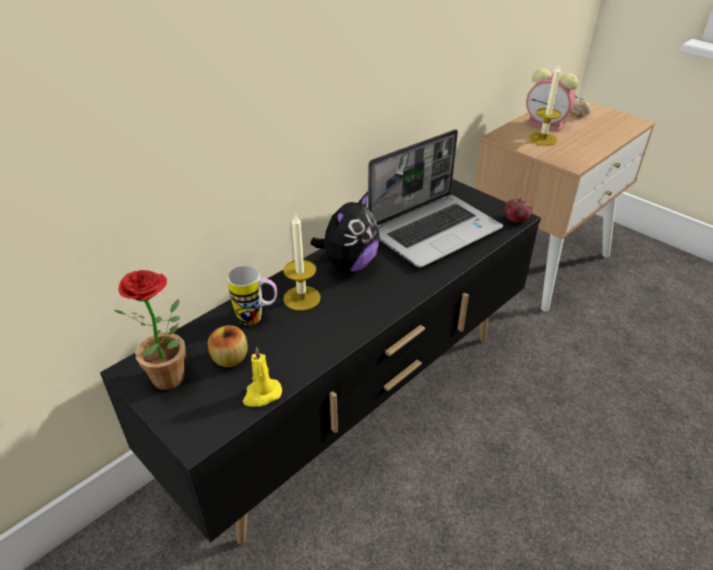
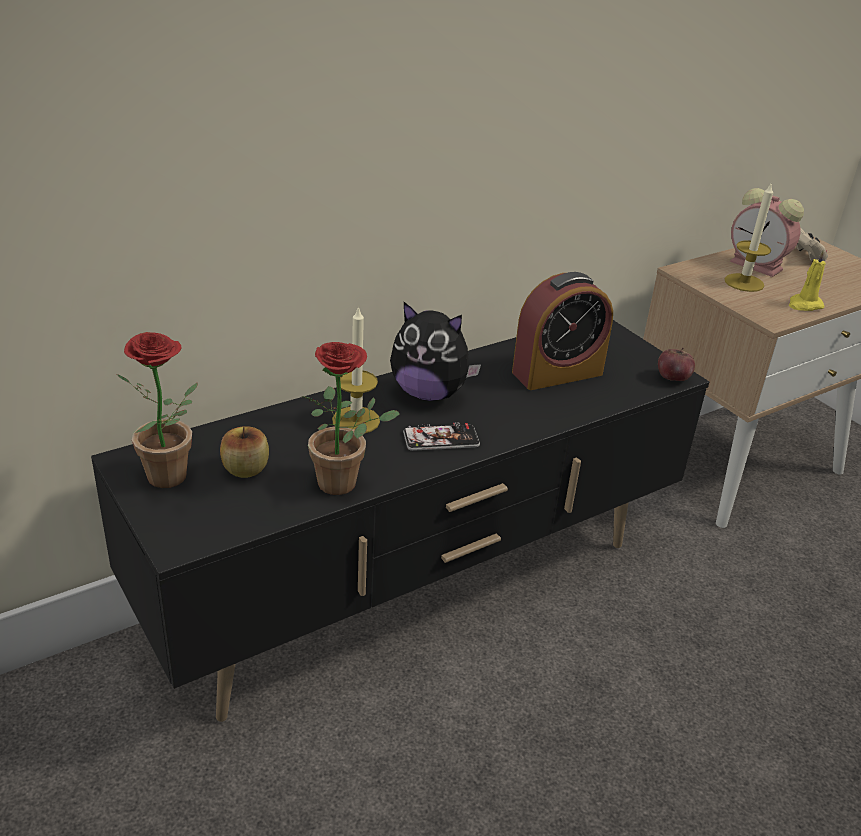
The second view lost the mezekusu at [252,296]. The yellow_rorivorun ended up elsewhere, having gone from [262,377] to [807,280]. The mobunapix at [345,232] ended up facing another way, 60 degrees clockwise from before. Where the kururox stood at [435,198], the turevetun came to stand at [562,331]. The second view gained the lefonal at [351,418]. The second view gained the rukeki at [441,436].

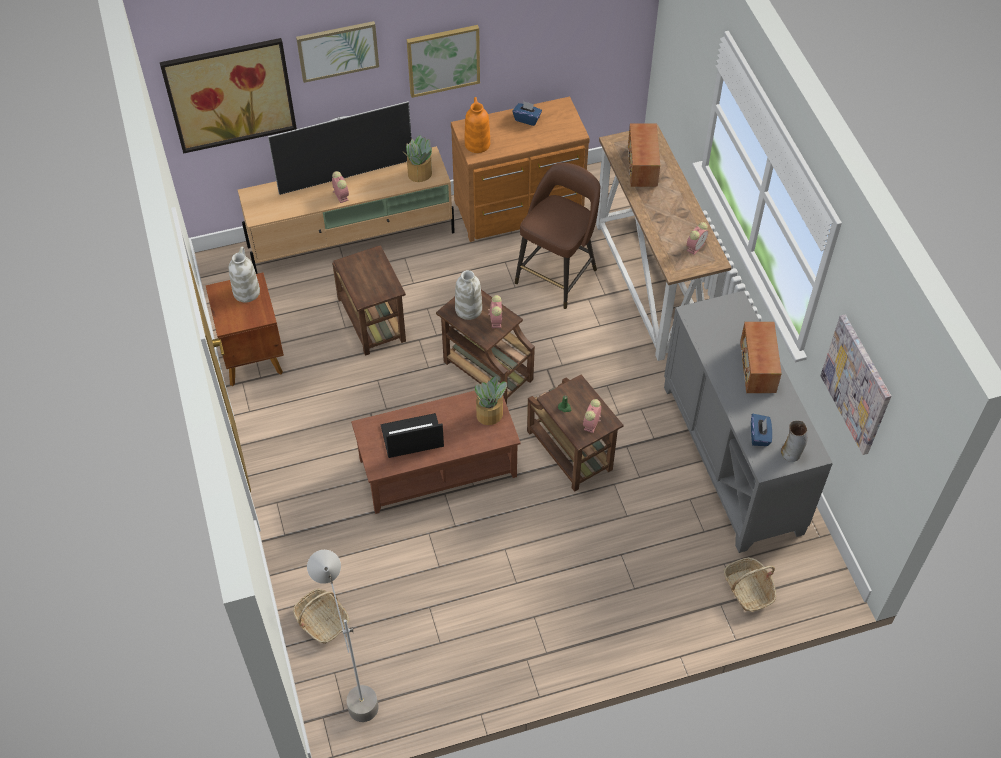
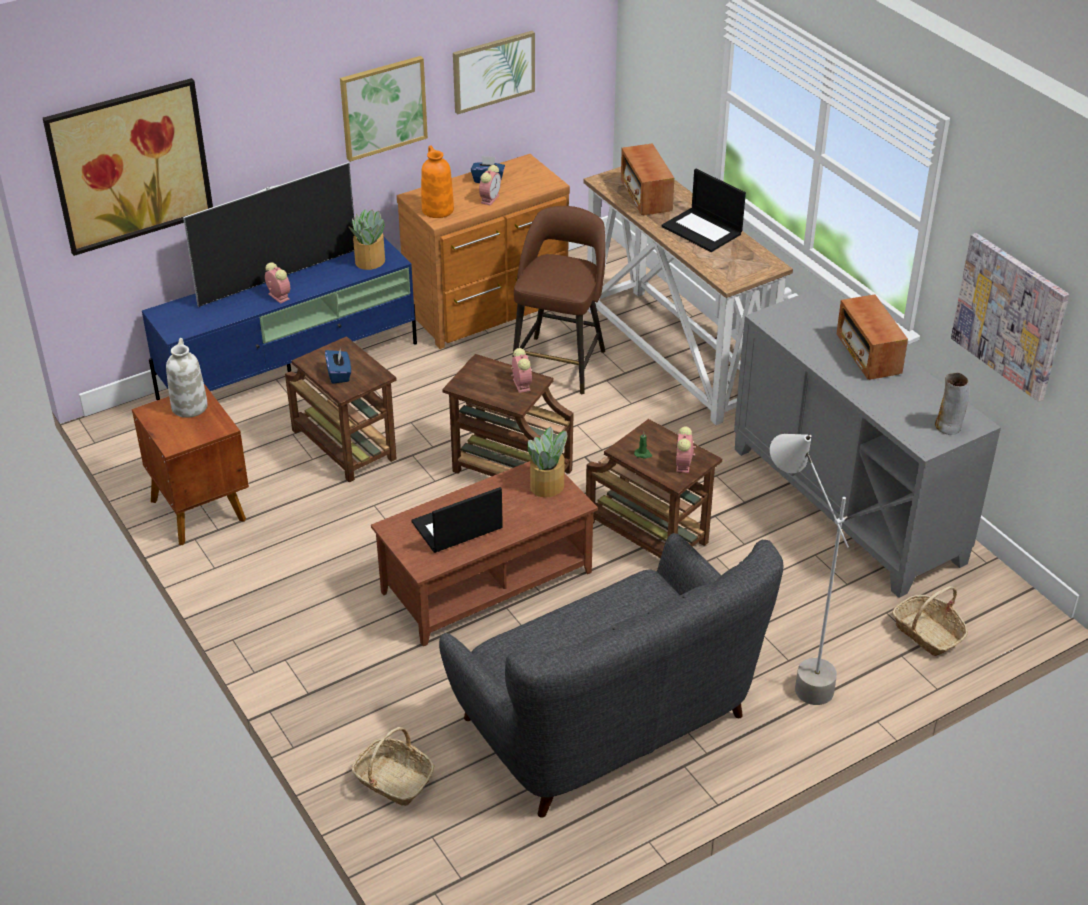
What was the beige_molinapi at [346,210] turned into the blue_molinapi at [279,318]. The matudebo ended up elsewhere, having gone from [337,52] to [494,72]. The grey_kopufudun ended up elsewhere, having gone from [343,636] to [811,569]. The second view lost the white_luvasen at [468,295]. The turevetun ended up elsewhere, having gone from [697,238] to [490,185]. The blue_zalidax ended up elsewhere, having gone from [761,430] to [338,366]. The second view gained the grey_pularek at [611,675]. The second view gained the kururox at [704,210].

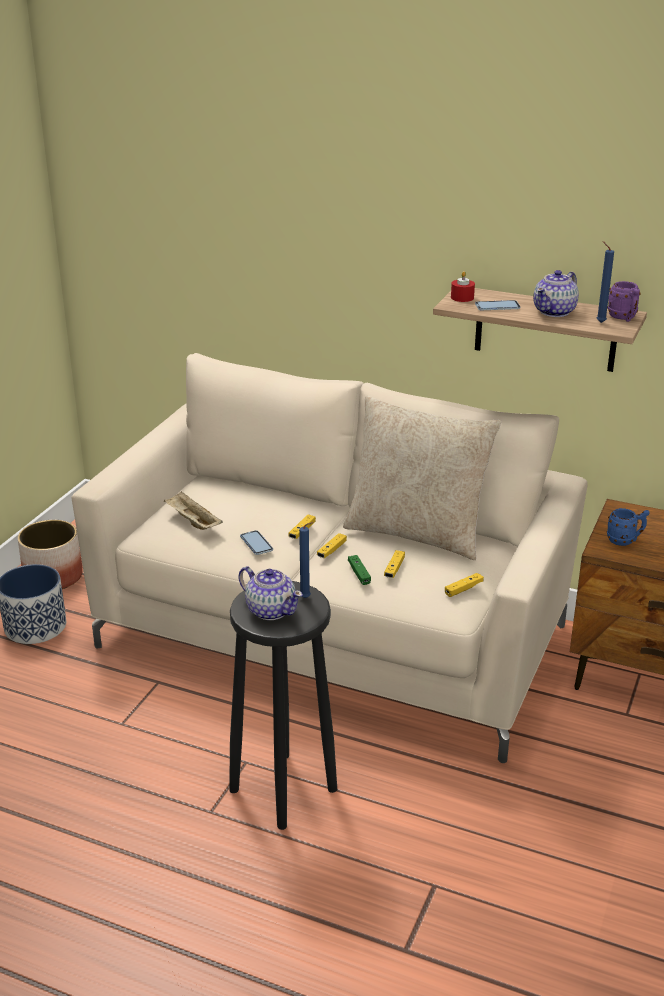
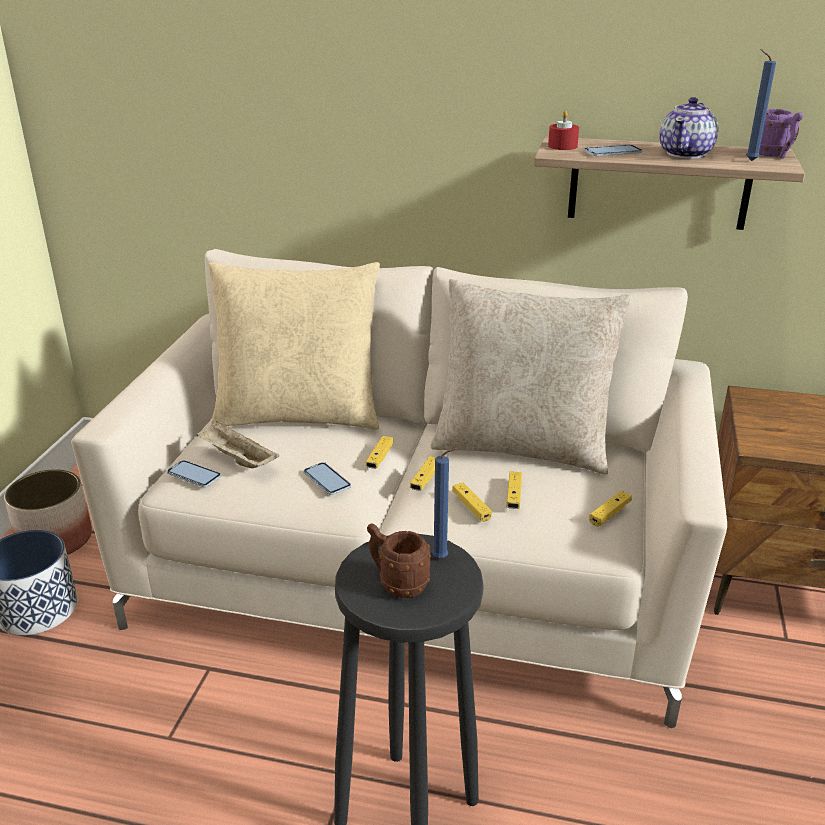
Where the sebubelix stood at [270,593], the brown_mezekusu came to stand at [399,560]. What was the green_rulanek at [359,570] turned into the yellow_rulanek at [472,502]. The second view lost the blue_mezekusu at [628,527]. The second view gained the rukeki at [194,473]. The second view gained the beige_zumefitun at [294,346].

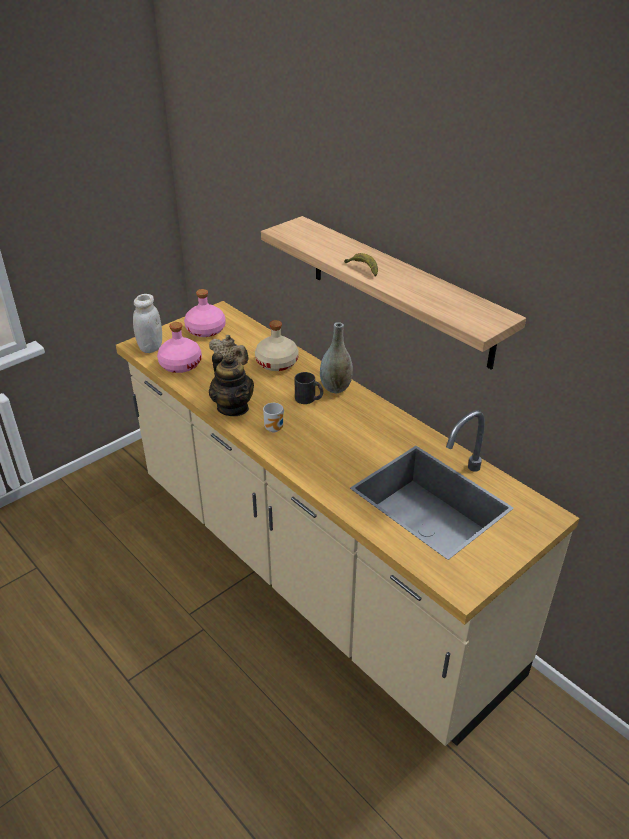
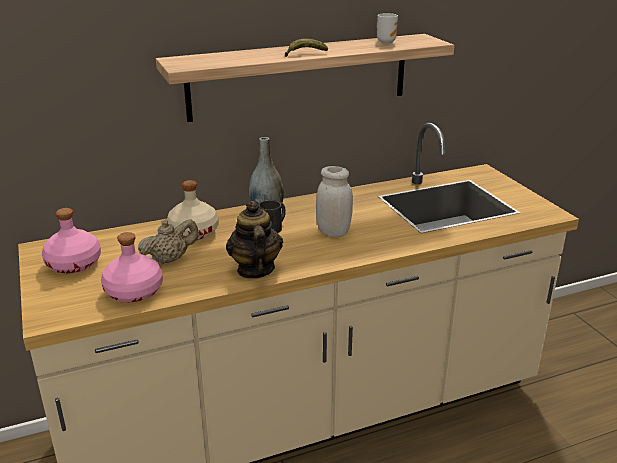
The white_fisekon ended up elsewhere, having gone from [147,323] to [334,201]. The sebubelix at [231,384] ended up facing another way, 90 degrees counterclockwise from before. The mezekusu ended up elsewhere, having gone from [273,417] to [387,28].

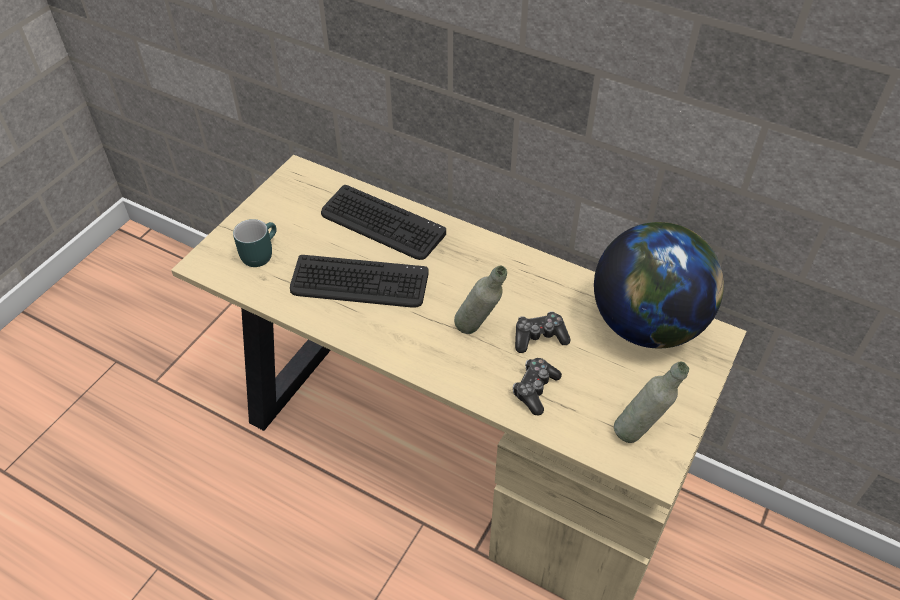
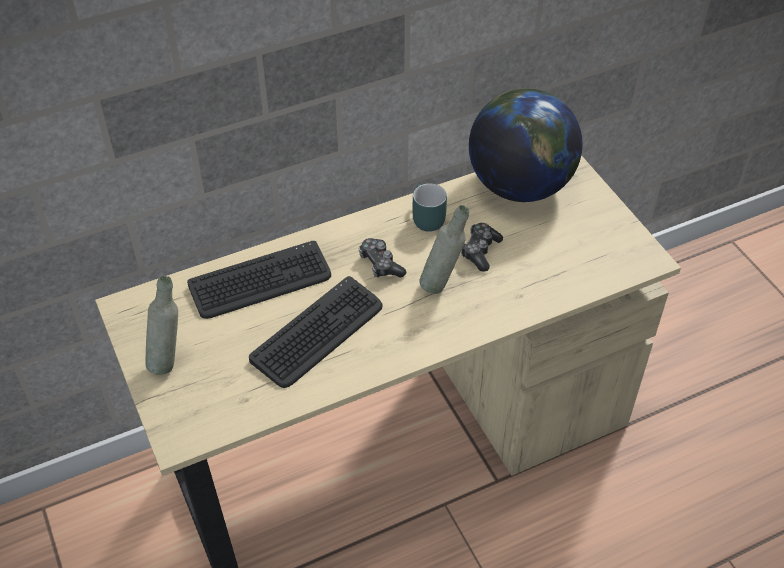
The turquoise_mezekusu ended up elsewhere, having gone from [254,243] to [430,207]. The rulanek ended up elsewhere, having gone from [537,386] to [383,258]. The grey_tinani ended up elsewhere, having gone from [651,402] to [161,325].

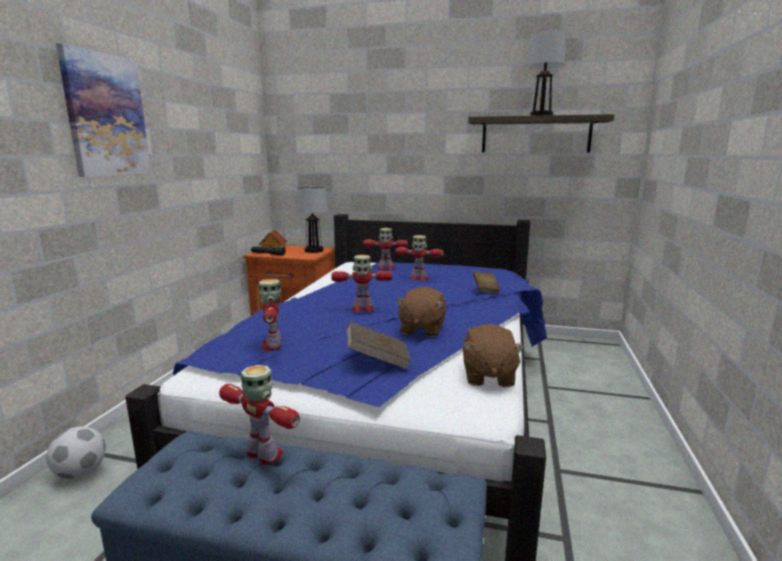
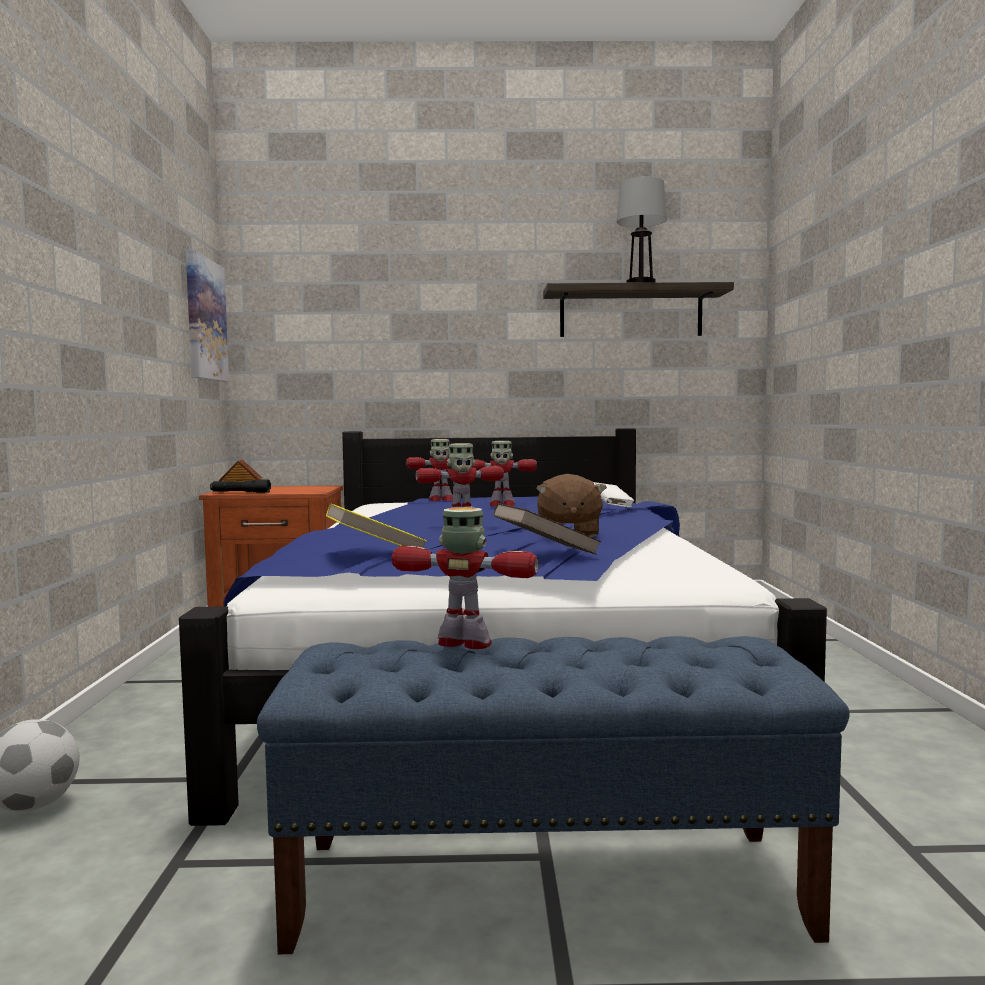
The matudebo ended up elsewhere, having gone from [103,110] to [207,315]. Where the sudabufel stood at [270,315], the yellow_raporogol came to stand at [376,525]. The second view lost the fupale at [312,220]. The second view lost the brown_mobunapix at [493,355]. What was the brown_raporogol at [486,283] turned into the white_raporogol at [614,495].

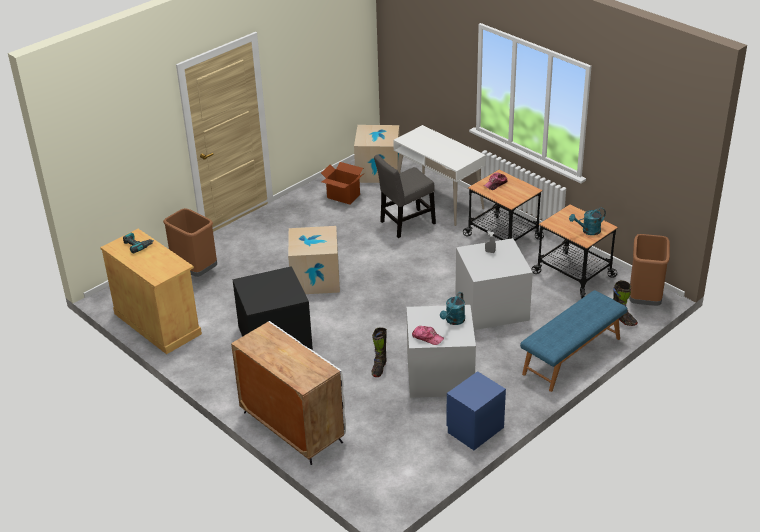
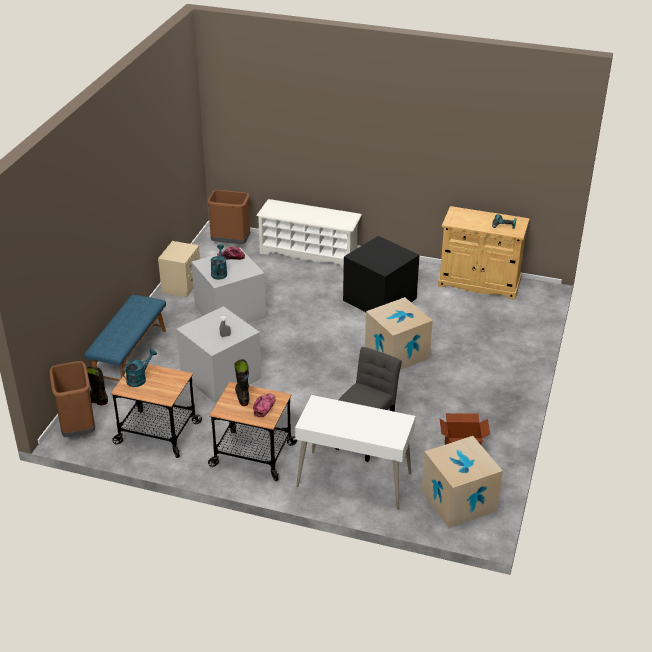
The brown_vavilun ended up elsewhere, having gone from [190,242] to [228,217]. Where the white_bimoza stood at [288,393], the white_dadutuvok came to stand at [309,233]. The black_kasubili ended up elsewhere, having gone from [379,352] to [241,382]. What was the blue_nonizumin at [476,410] turned into the beige_nonizumin at [179,269].

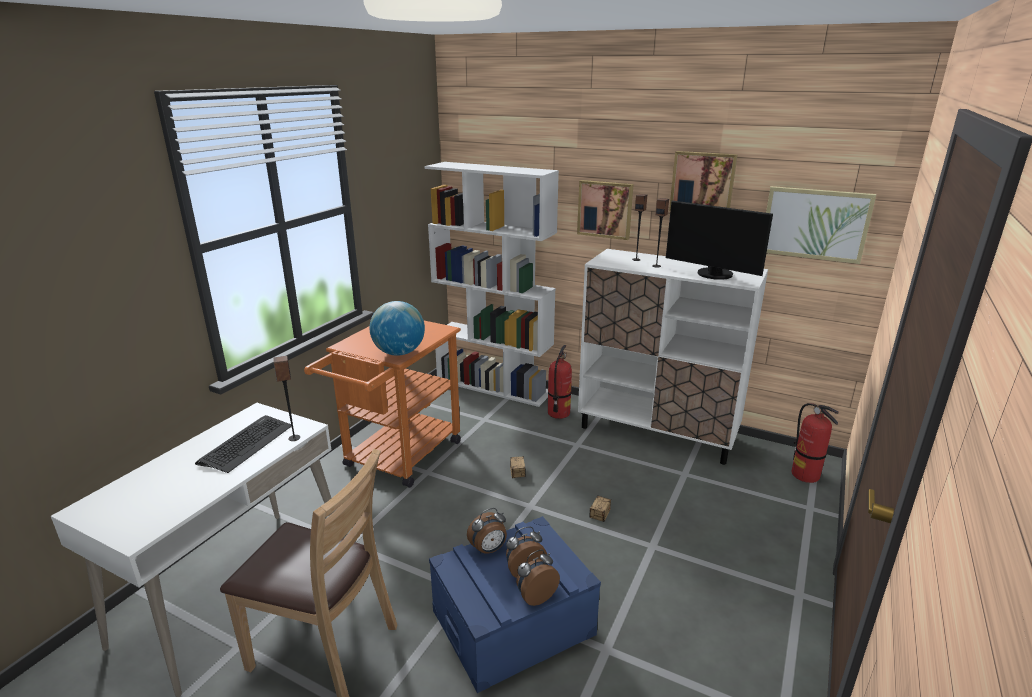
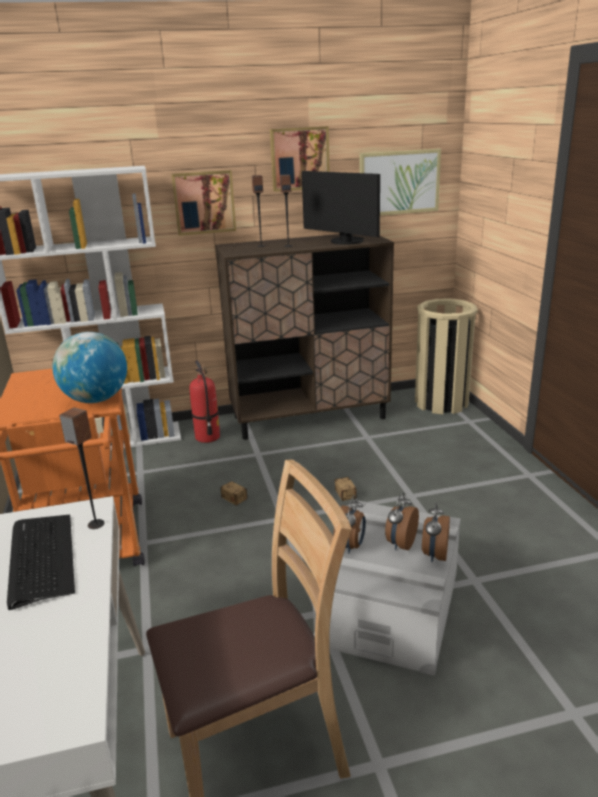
What was the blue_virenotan at [515,604] turned into the grey_virenotan at [386,588]. What was the white_bimoza at [673,357] turned into the brown_bimoza at [304,337]. The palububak at [719,240] ended up facing another way, 45 degrees clockwise from before. Where the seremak stood at [815,443], the beige_vavilun came to stand at [446,356].

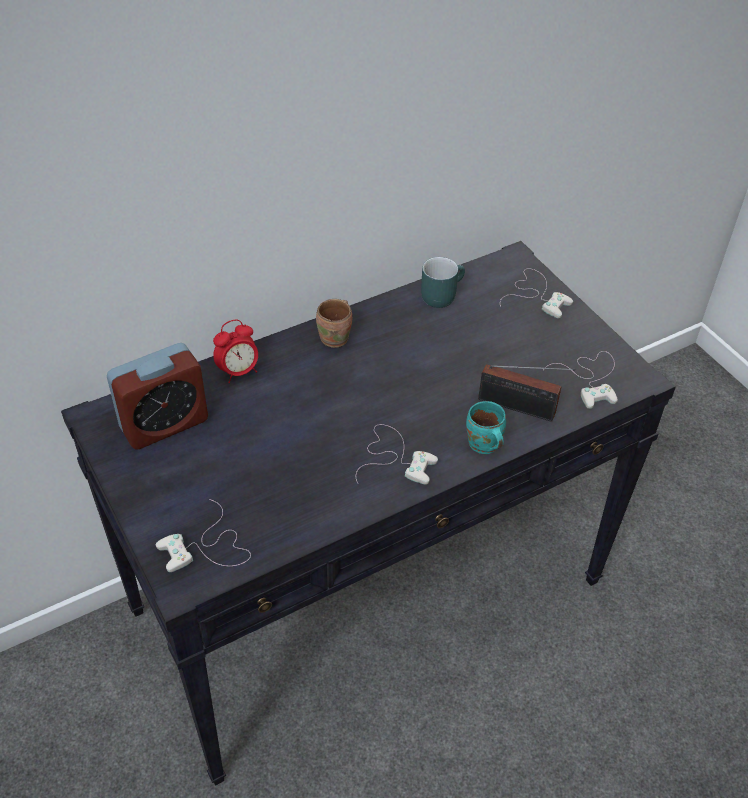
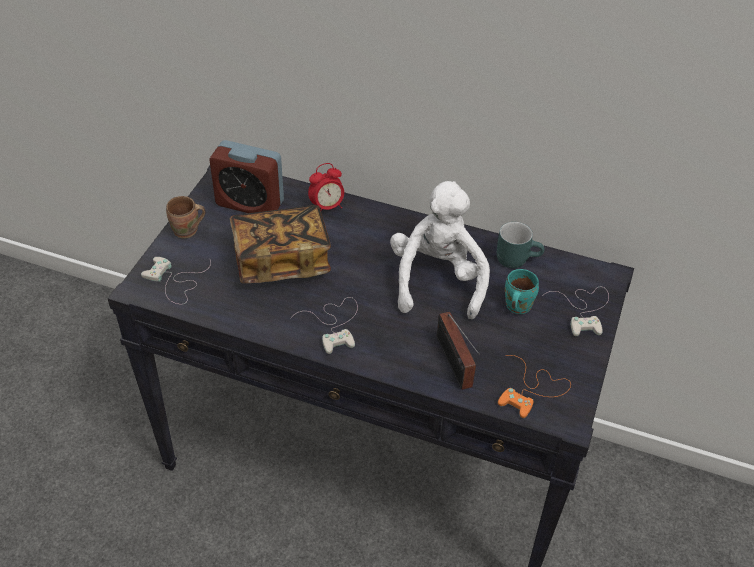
The turevetun at [235,351] ended up facing another way, 45 degrees counterclockwise from before. The brown_mezekusu ended up elsewhere, having gone from [334,323] to [186,217]. The turquoise_mezekusu ended up elsewhere, having gone from [486,427] to [522,291]. What was the white_rulanek at [580,380] turned into the orange_rulanek at [534,386]. The second view gained the raporogol at [280,244]. The second view gained the white_mobunapix at [440,250].

